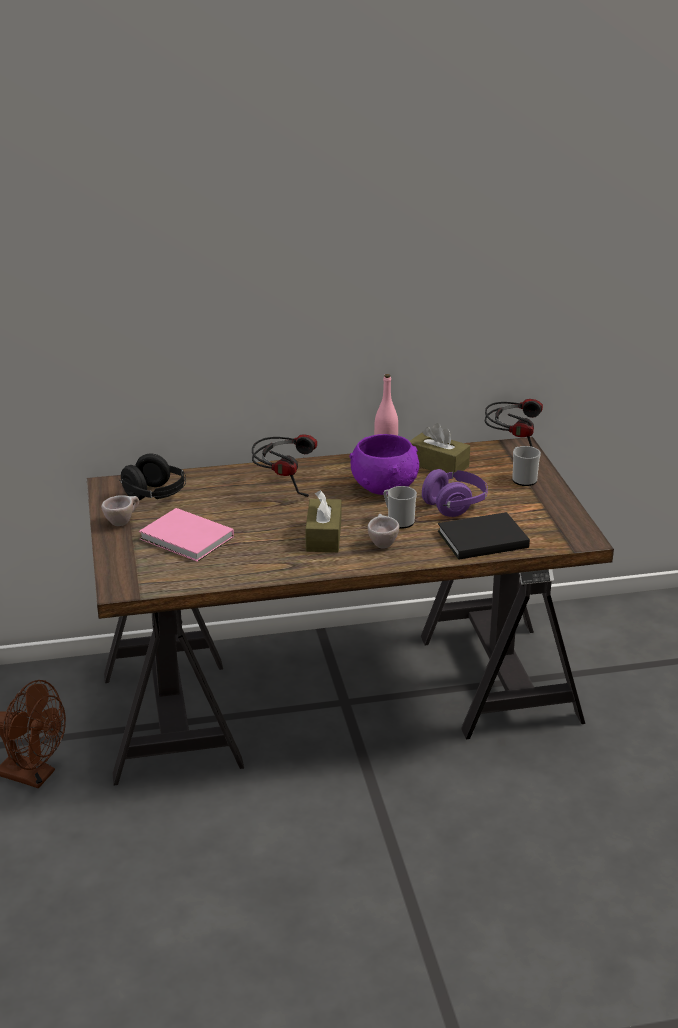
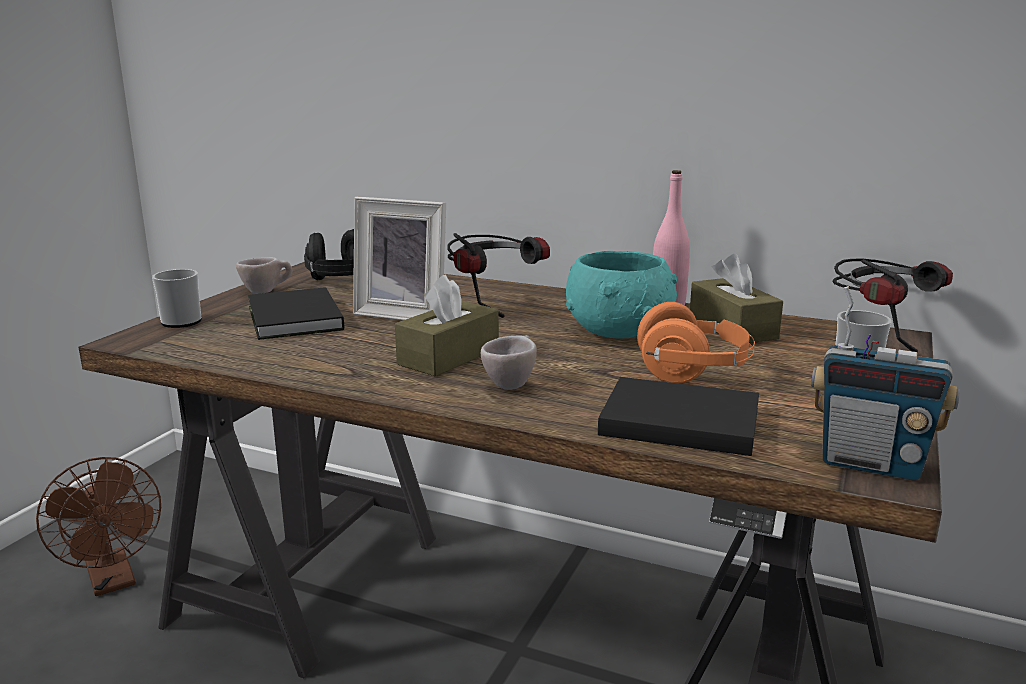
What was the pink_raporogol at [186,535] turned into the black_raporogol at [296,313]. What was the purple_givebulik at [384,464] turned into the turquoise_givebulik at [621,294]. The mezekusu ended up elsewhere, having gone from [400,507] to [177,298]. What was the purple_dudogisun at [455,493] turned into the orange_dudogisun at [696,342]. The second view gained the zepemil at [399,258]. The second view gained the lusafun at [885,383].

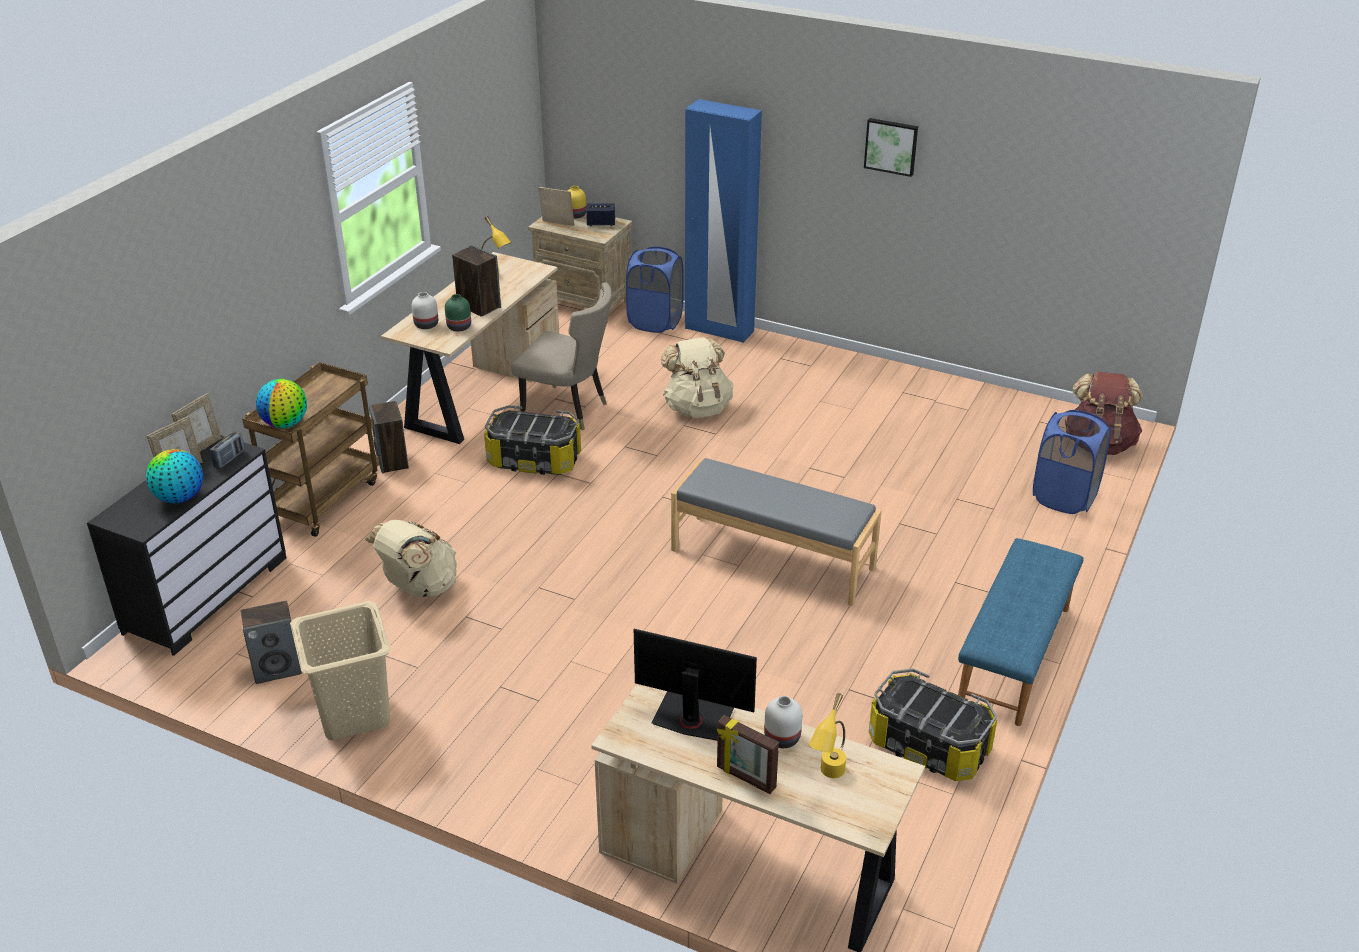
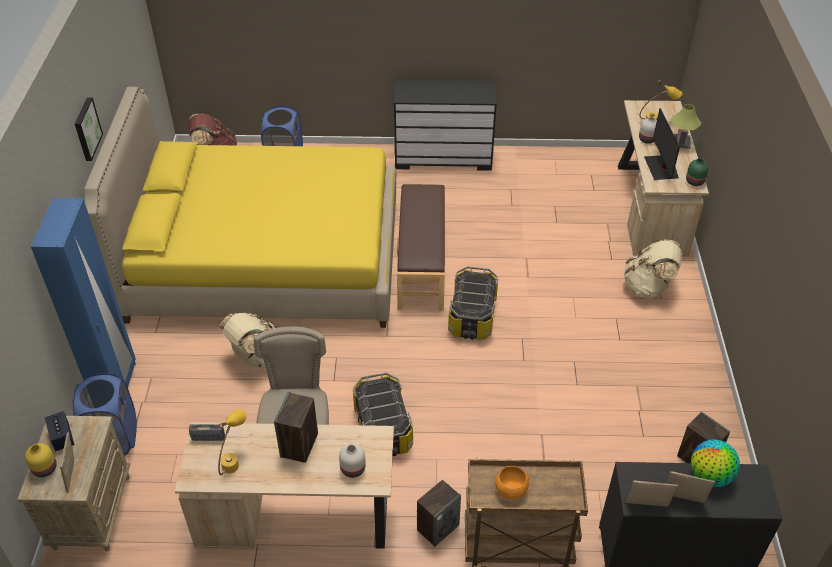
The lusafun ended up elsewhere, having gone from [227,450] to [207,432]. The second view lost the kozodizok at [281,403]. The second view lost the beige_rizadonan at [340,670]. The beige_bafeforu ended up elsewhere, having gone from [411,559] to [653,269]. The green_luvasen ended up elsewhere, having gone from [458,313] to [697,172]. What was the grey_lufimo at [776,532] turned into the brown_lufimo at [421,247]. Where the zepemil stood at [748,754], the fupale came to stand at [686,127]. The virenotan ended up elsewhere, having gone from [933,724] to [473,303]. Where the blue_lufimo stood at [1021,632], the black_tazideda came to stand at [445,125]. The second view gained the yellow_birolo at [240,207]. The second view gained the orange_givebulik at [512,482].

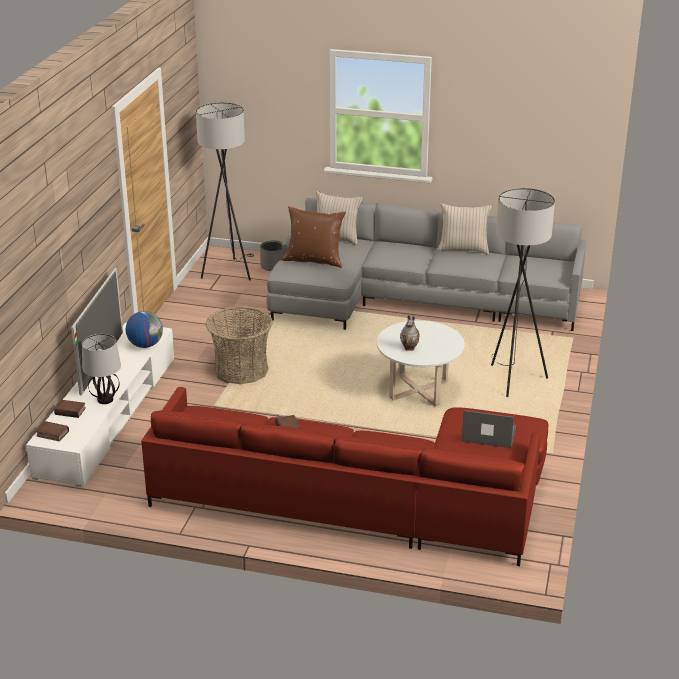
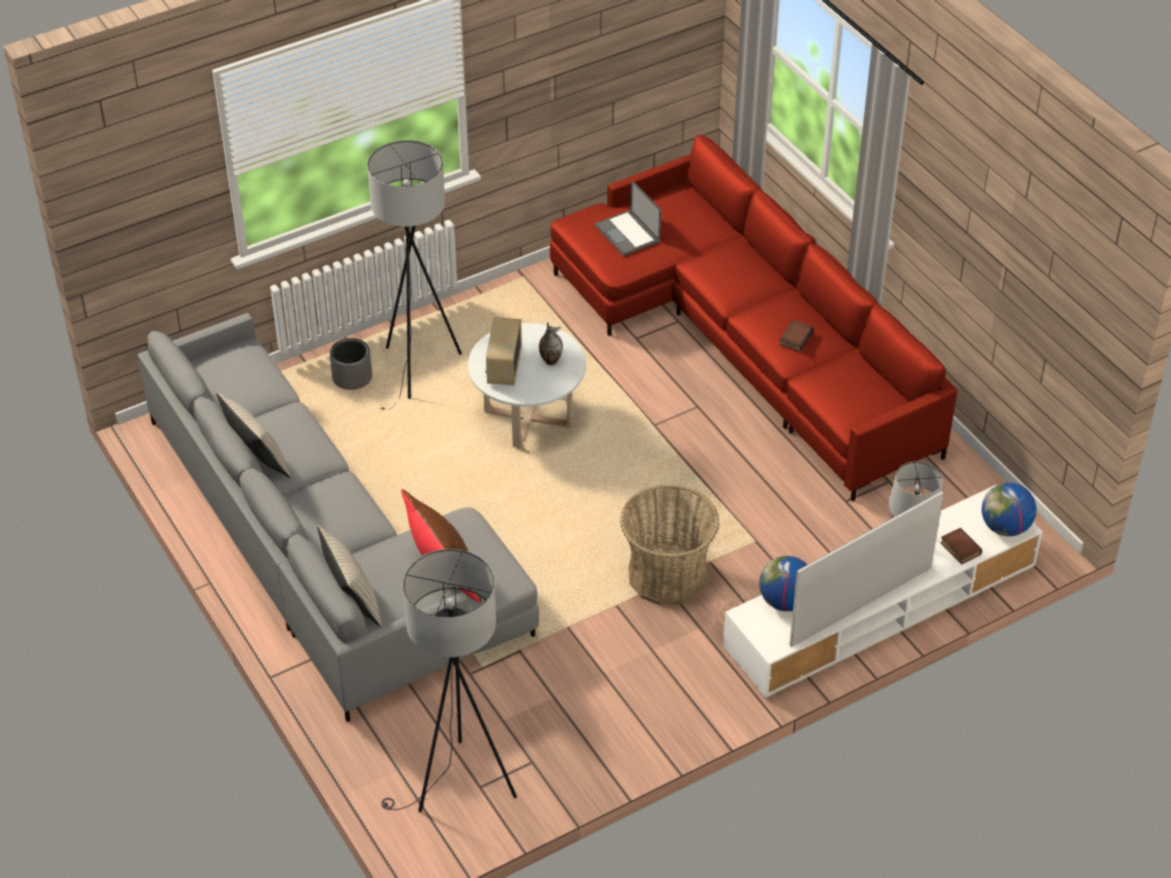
Where the raporogol stood at [52,431], the kozodizok came to stand at [1009,509]. The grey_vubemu ended up elsewhere, having gone from [271,256] to [351,364]. The second view gained the lusafun at [503,351].

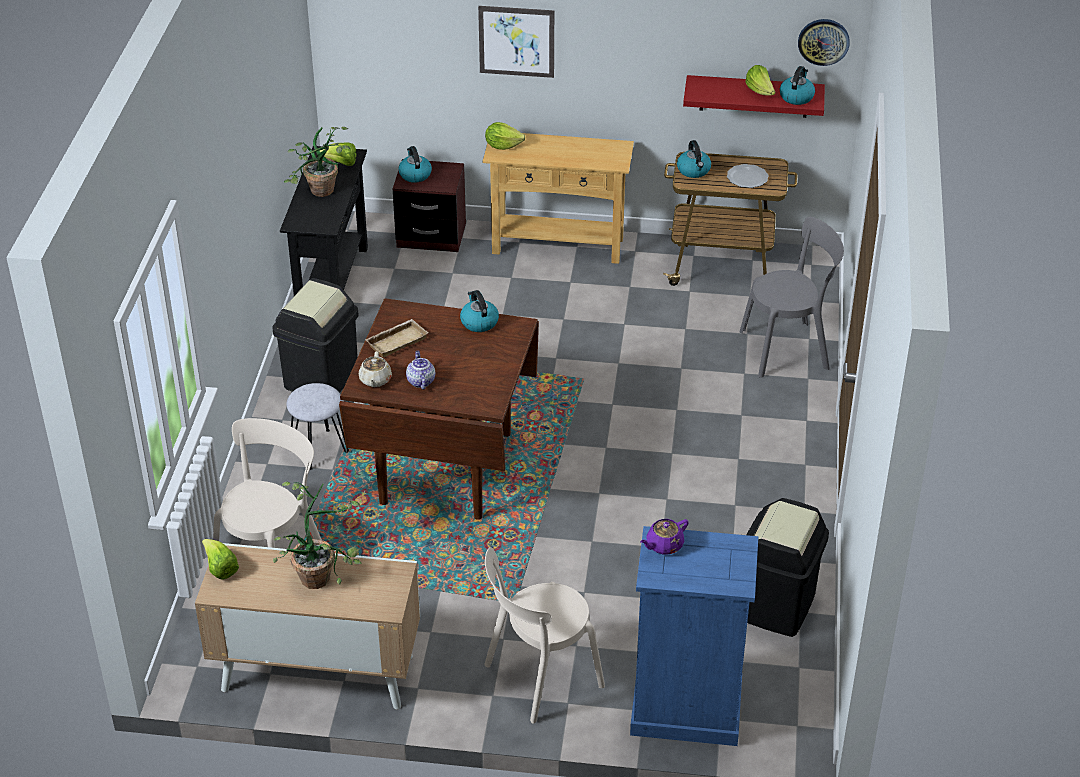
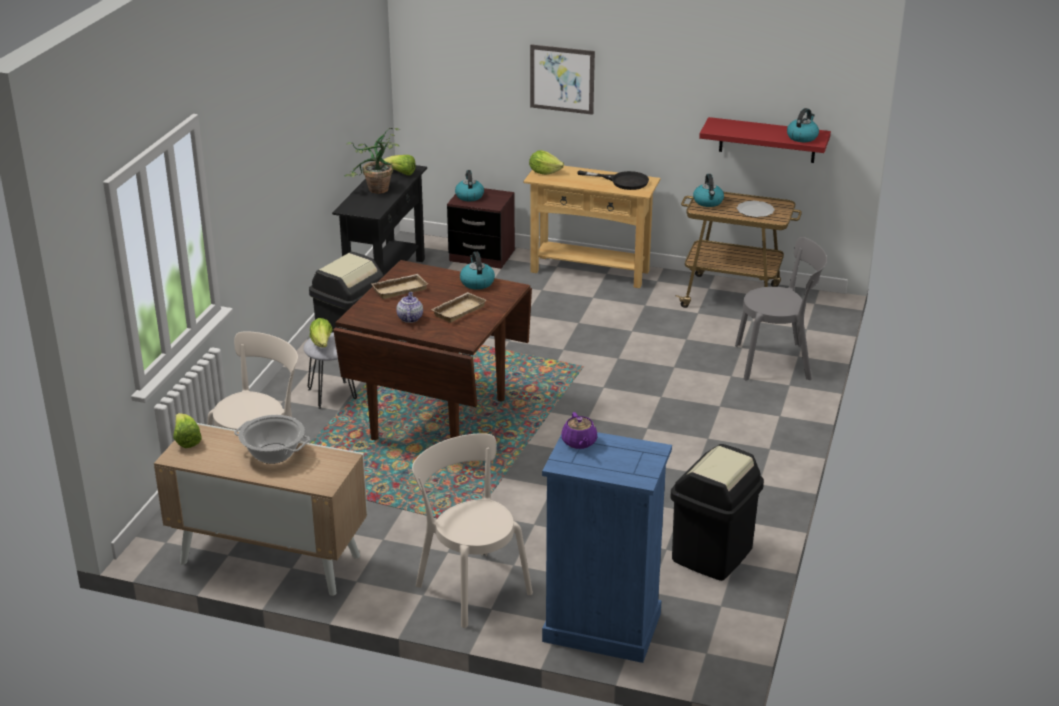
Where the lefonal stood at [317,535], the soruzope came to stand at [272,439]. The second view lost the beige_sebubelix at [375,369]. The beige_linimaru at [544,635] ended up facing another way, 75 degrees clockwise from before. The purple_sebubelix at [664,536] ended up facing another way, 75 degrees counterclockwise from before. The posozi ended up elsewhere, having gone from [760,80] to [321,333]. The second view lost the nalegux at [823,42]. The second view gained the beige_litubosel at [458,307]. The second view gained the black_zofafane at [613,180].

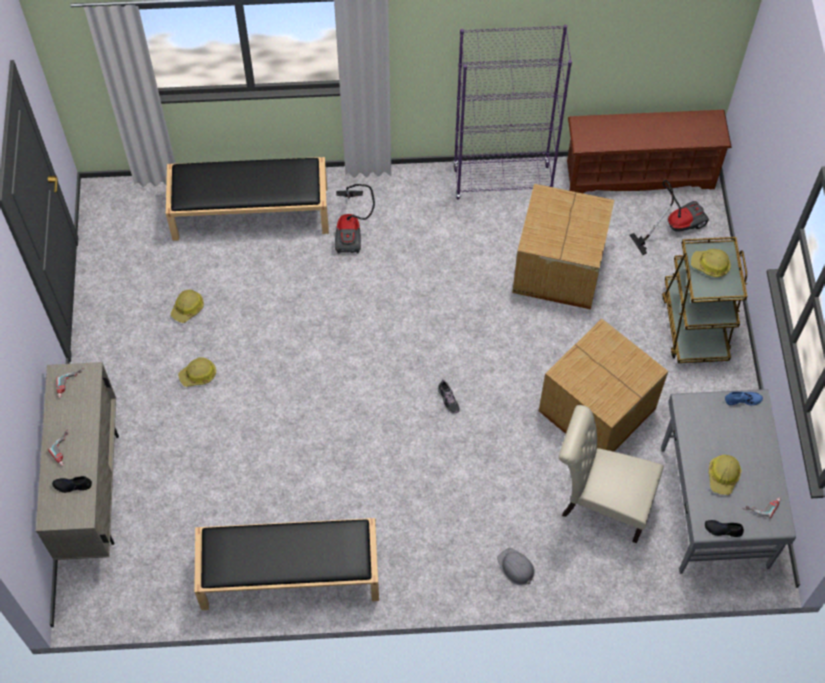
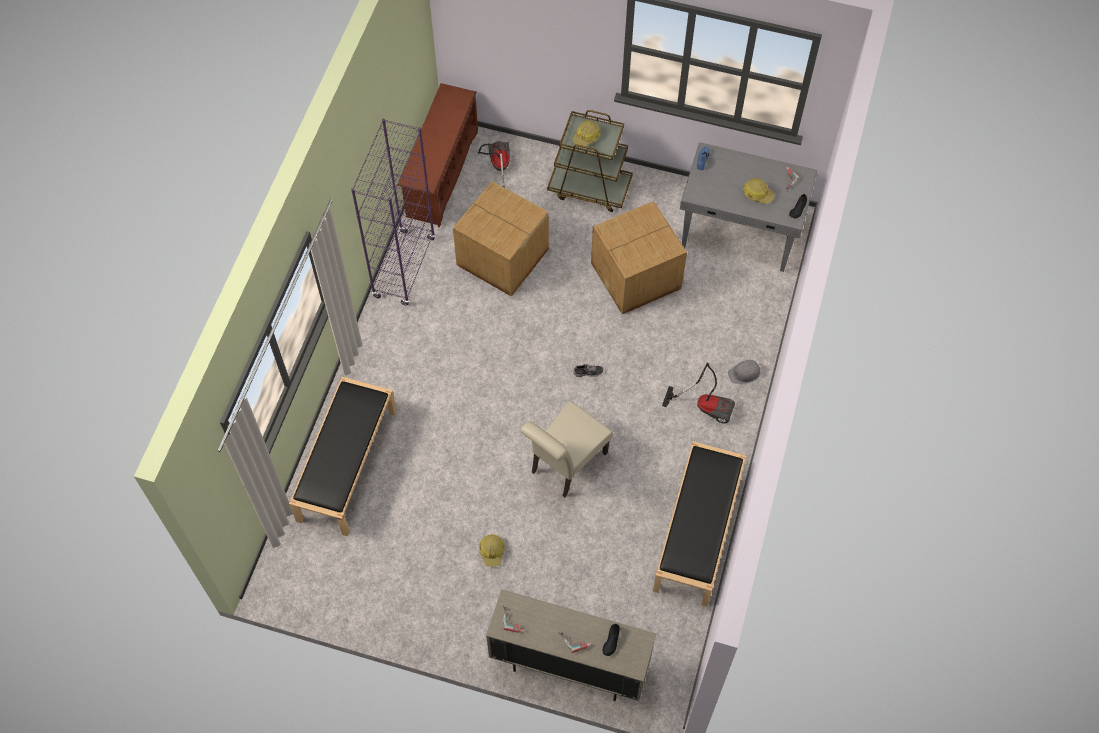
The second view lost the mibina at [187,306]. The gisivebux ended up elsewhere, having gone from [355,219] to [698,393]. The beige_linimaru ended up elsewhere, having gone from [611,474] to [566,449].

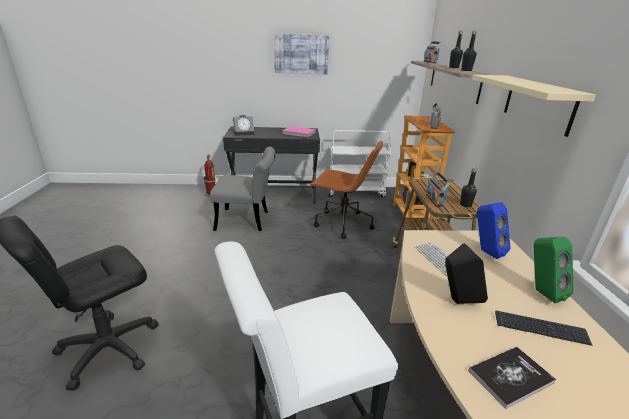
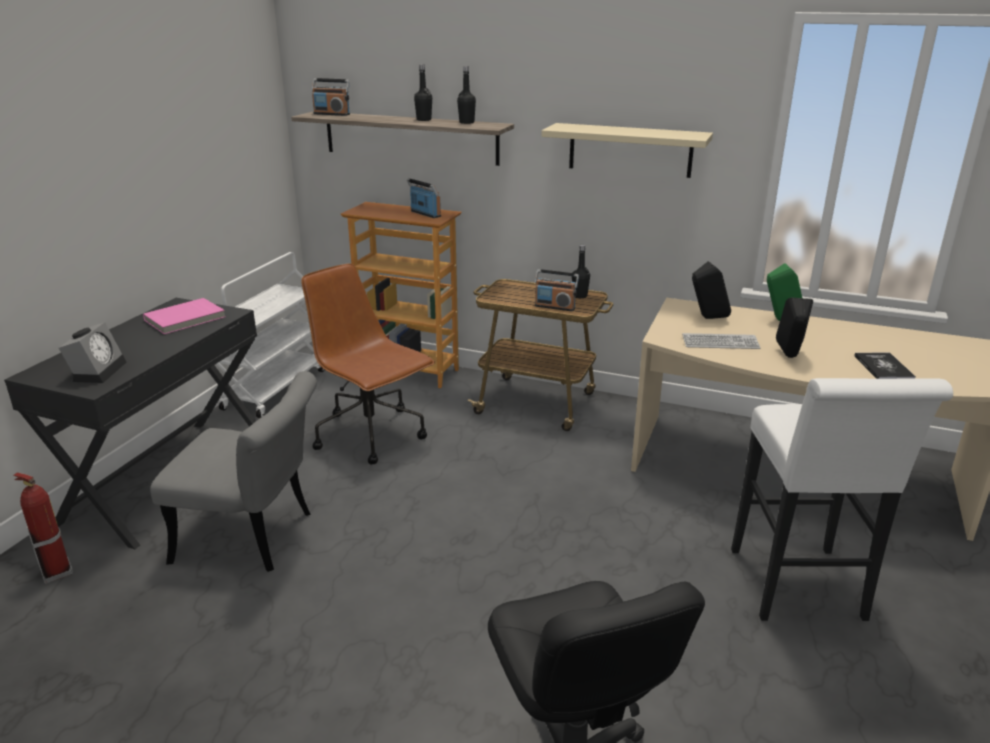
The grey_linimaru at [242,189] ended up facing another way, 75 degrees clockwise from before. The second view lost the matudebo at [301,54]. The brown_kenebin at [346,189] ended up facing another way, 90 degrees counterclockwise from before. What was the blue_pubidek at [494,231] turned into the black_pubidek at [711,290]. The second view lost the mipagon at [543,328].

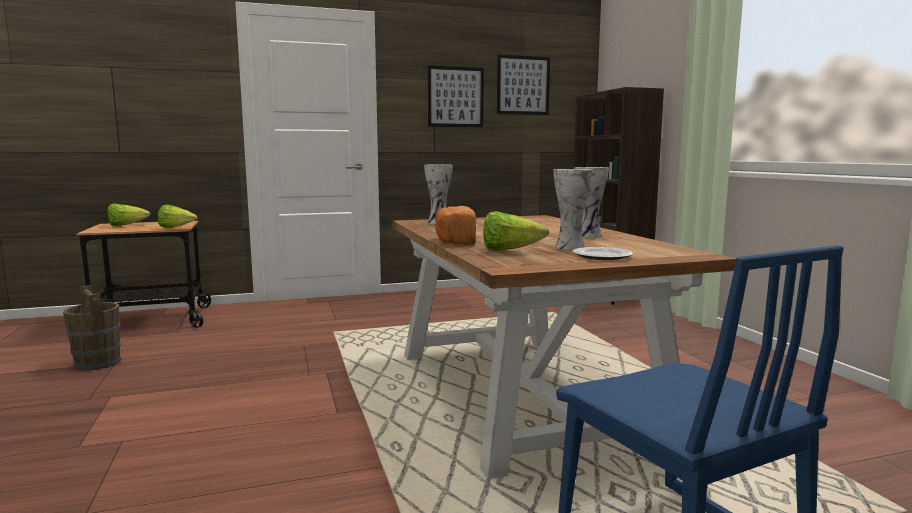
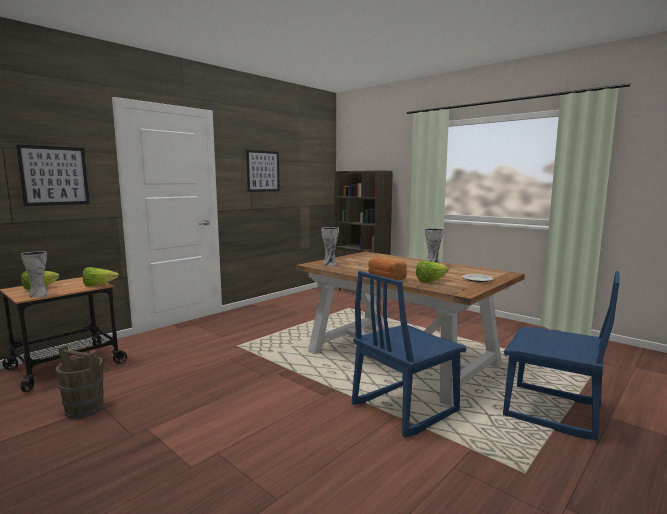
The matudebo ended up elsewhere, having gone from [523,85] to [53,175]. The luvasen ended up elsewhere, having gone from [573,209] to [35,274]. The second view gained the blue_linimaru at [409,354].

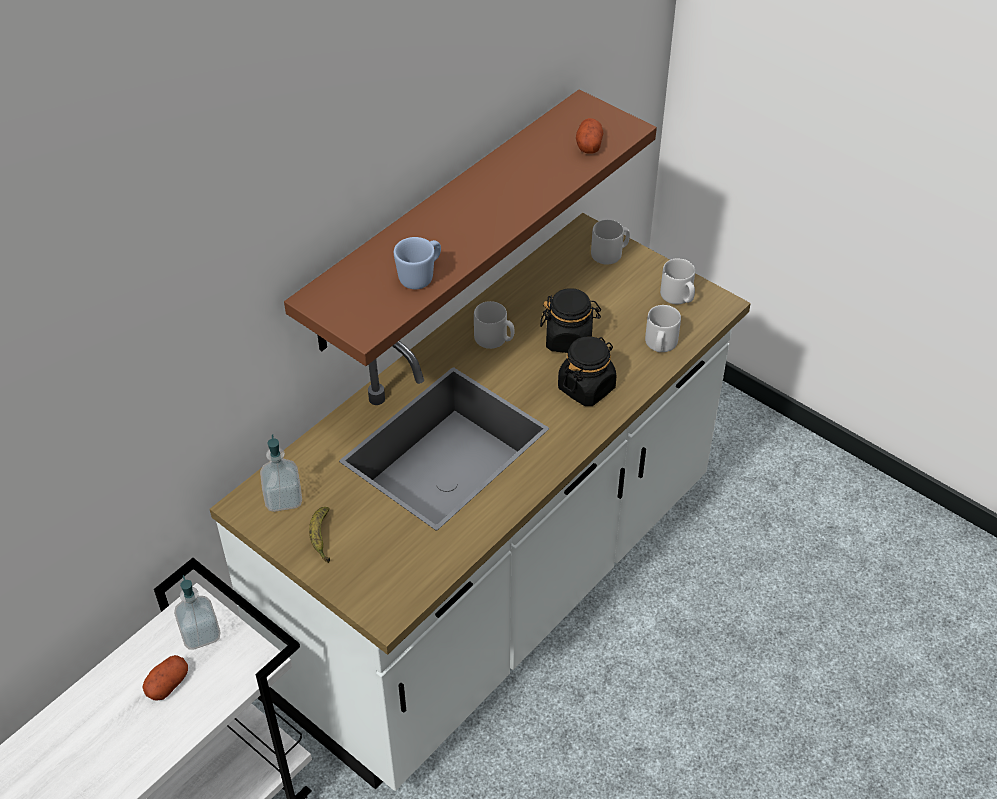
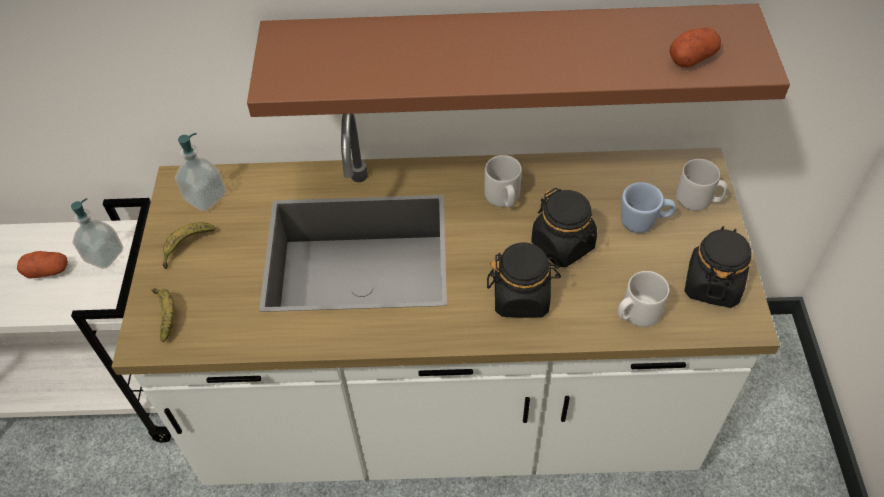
The blue_mezekusu ended up elsewhere, having gone from [417,263] to [648,207]. Where the grey_mezekusu stood at [677,281], the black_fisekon came to stand at [718,267]. The second view gained the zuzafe at [163,315].

